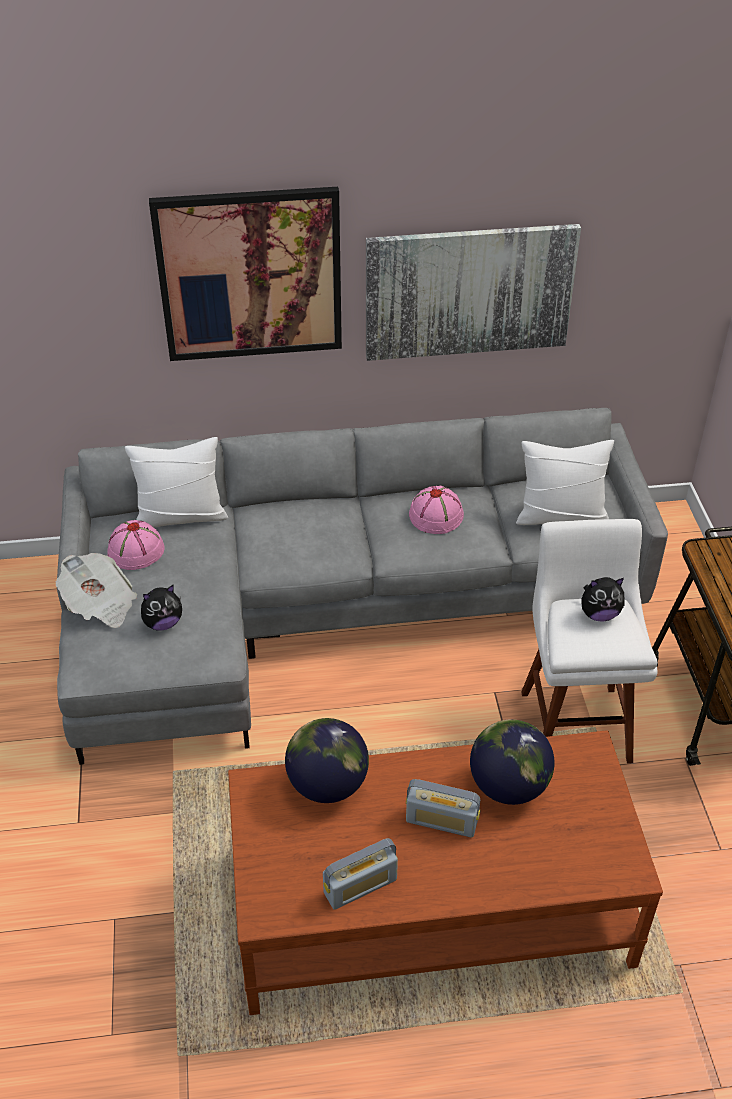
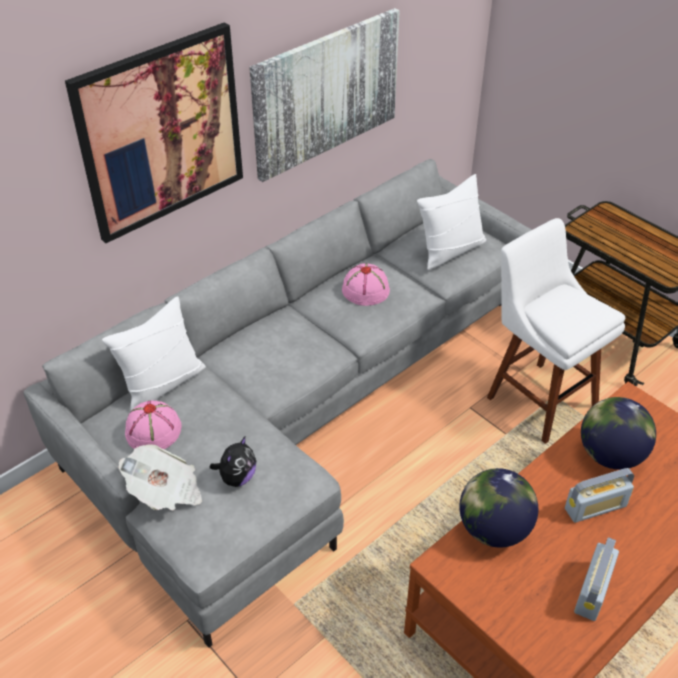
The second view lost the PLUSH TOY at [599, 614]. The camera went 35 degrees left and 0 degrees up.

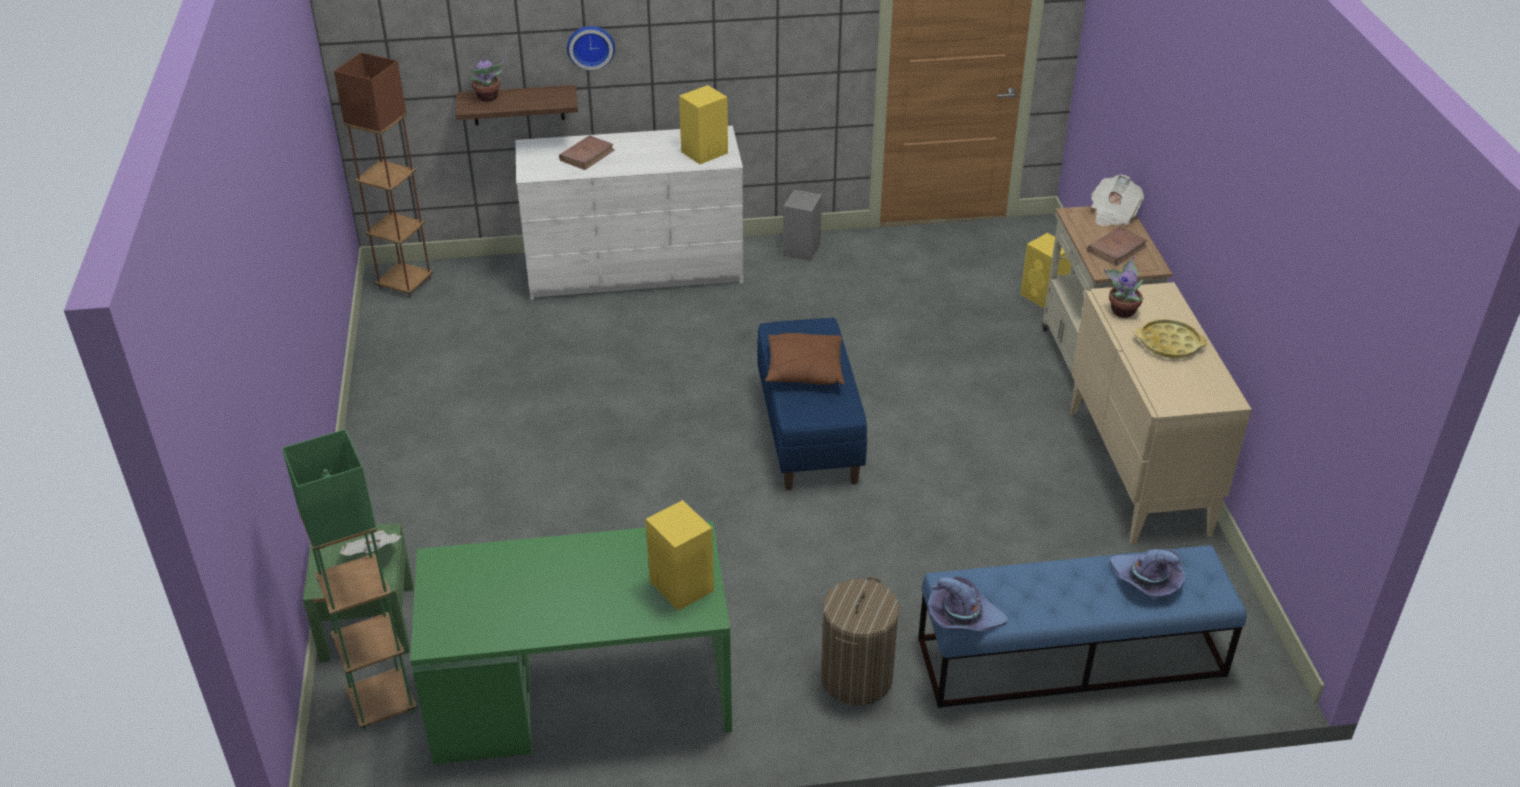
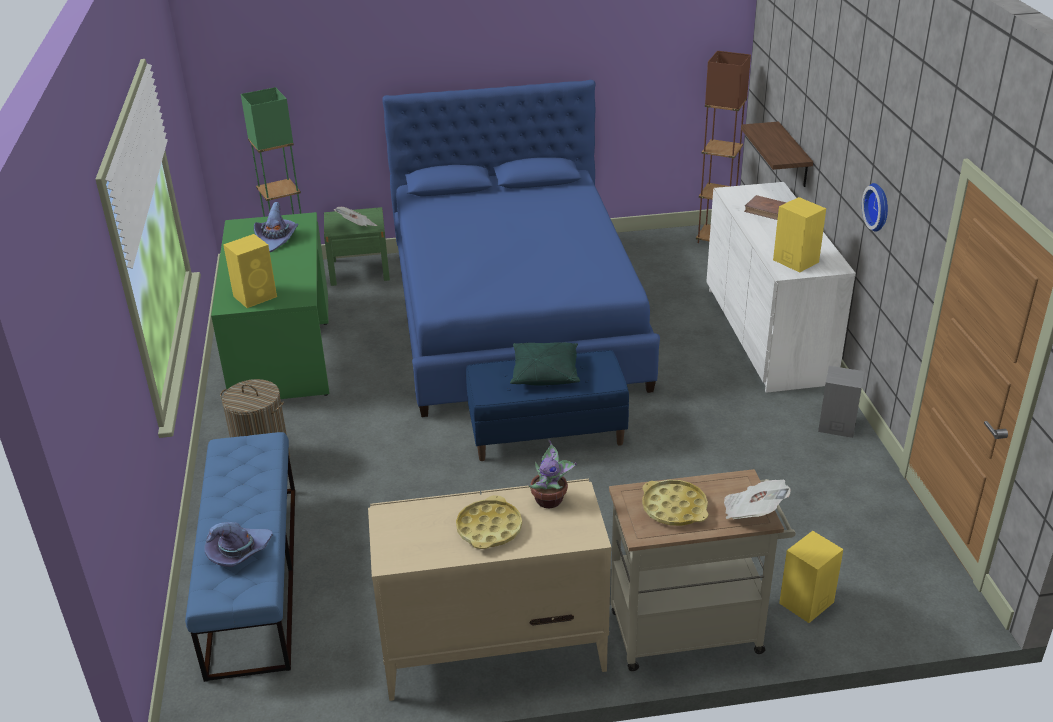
The PURPLE HAT ended up elsewhere, having gone from [962, 617] to [277, 239]. The second view gained the BLUE BED at [515, 316]. What was the BROWN PILLOW at [804, 370] turned into the GREEN PILLOW at [545, 373]. Where the BROWN BOOK stood at [1116, 249], the YELLOW TRAY came to stand at [674, 508]. The WALL CLOCK ended up elsewhere, having gone from [590, 46] to [879, 207]. The second view lost the POTTED PLANT at [488, 98]. The camera went 90 degrees right and 5 degrees down.

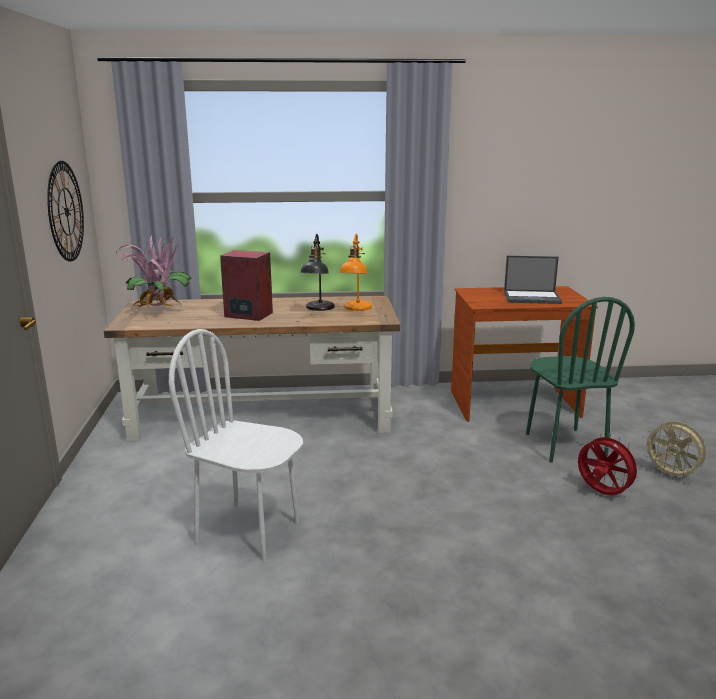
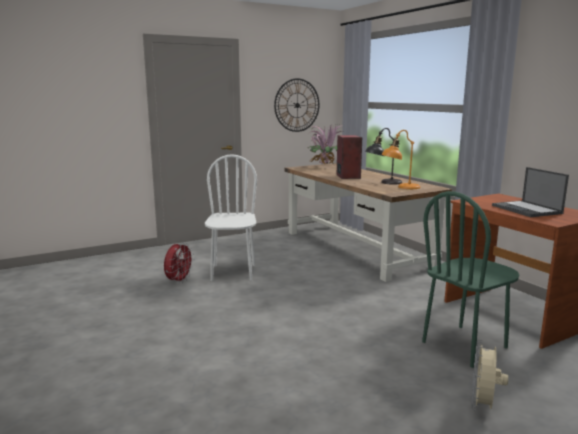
The RED FAN ended up elsewhere, having gone from [602, 494] to [179, 281]. The camera went 65 degrees right and 5 degrees down.

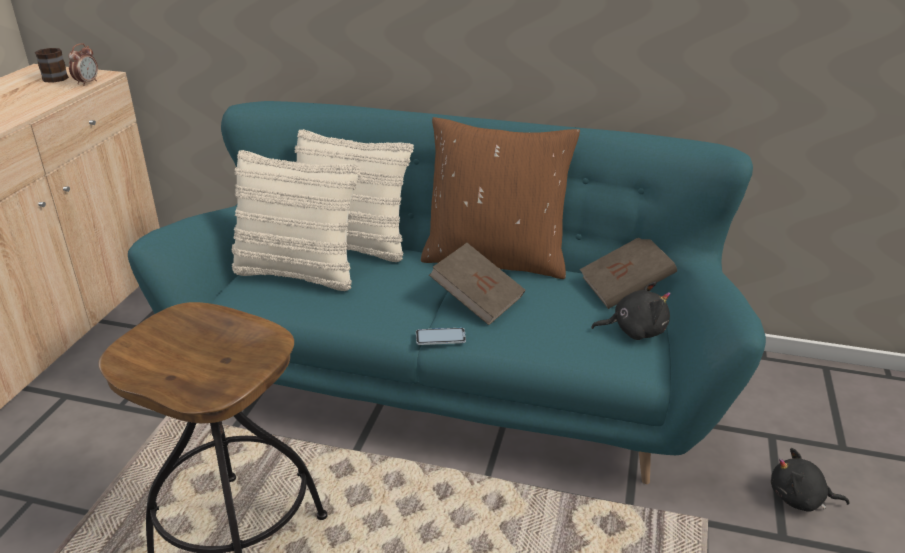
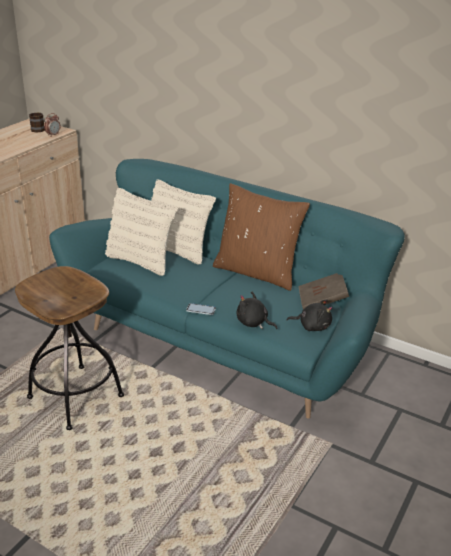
The BLACK PLUSH TOY ended up elsewhere, having gone from [800, 499] to [253, 323]. The second view lost the BROWN BOOK at [477, 300]. The camera went 15 degrees right and 0 degrees up.

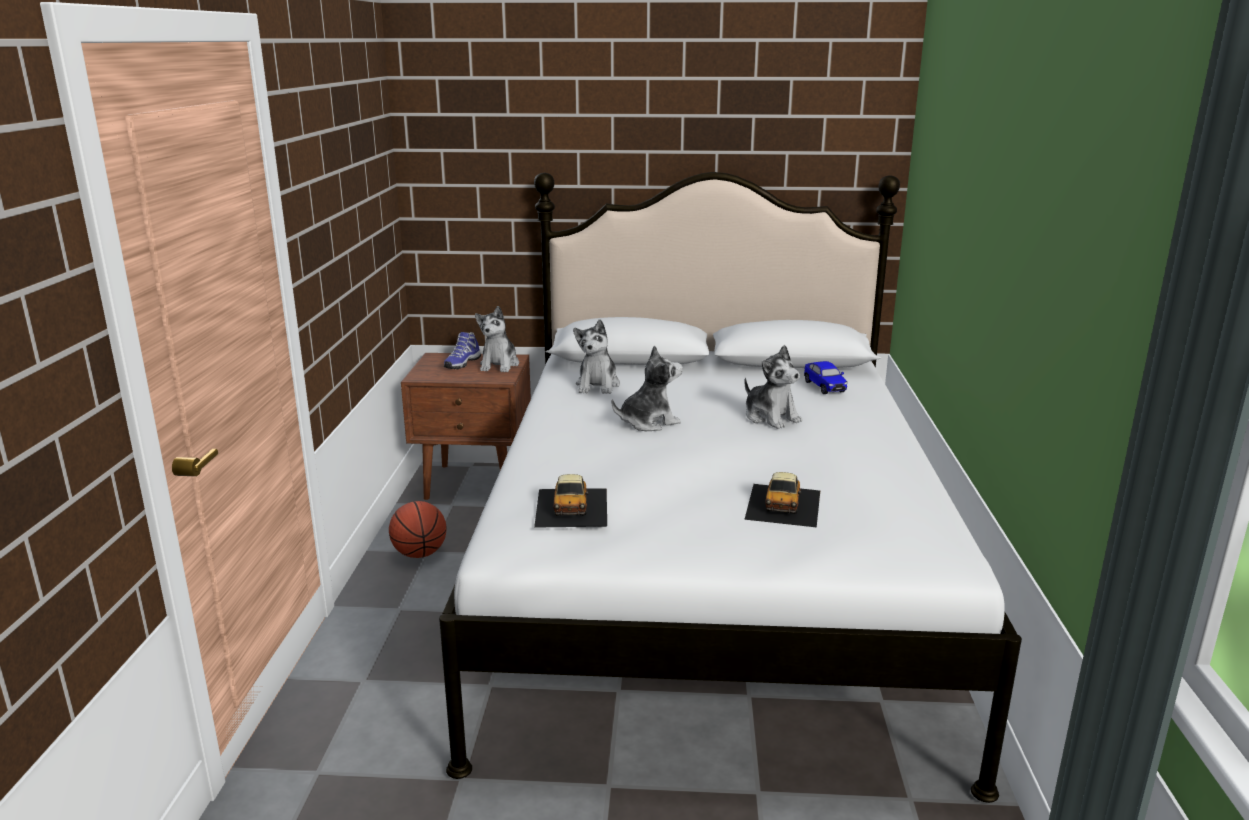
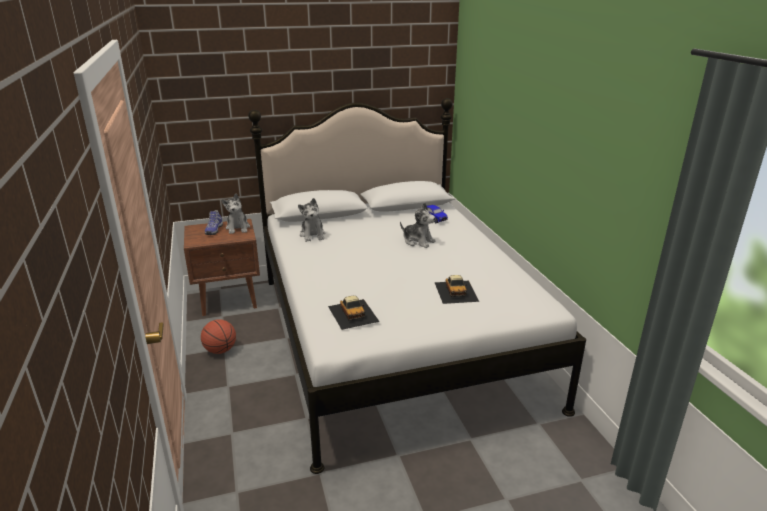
The second view lost the PLUSH TOY at [648, 422]. The camera went 20 degrees left and 5 degrees up.

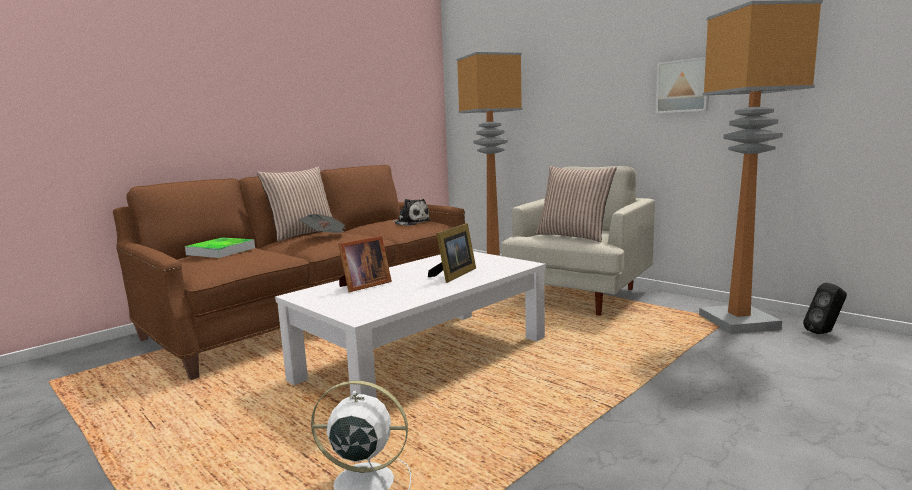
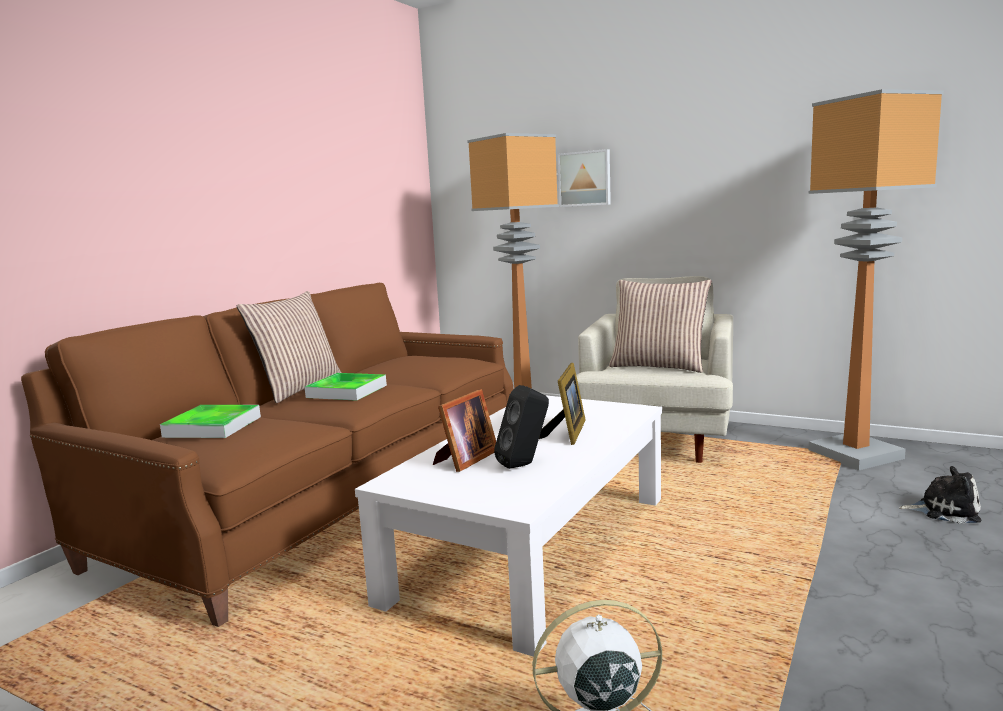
Where the NEWSPAPER stood at [325, 237], the TRAY came to stand at [347, 391]. The BLACK SPEAKER ended up elsewhere, having gone from [824, 333] to [525, 464]. The PICTURE ended up elsewhere, having gone from [683, 86] to [585, 178]. The PLUSH TOY ended up elsewhere, having gone from [411, 222] to [944, 510]. The camera went 15 degrees left and 0 degrees up.

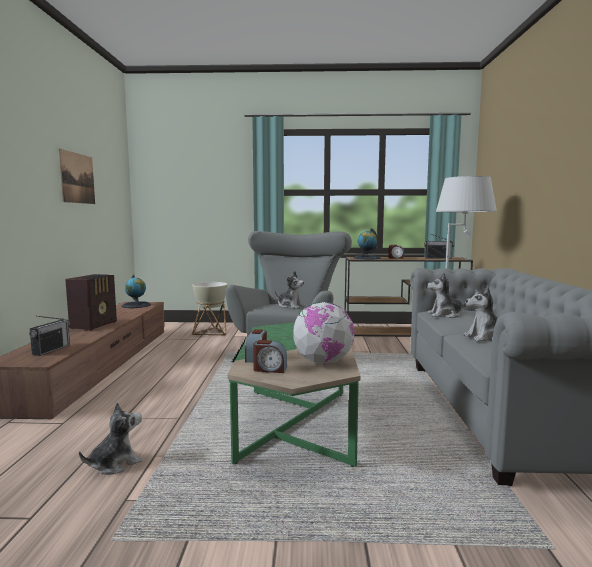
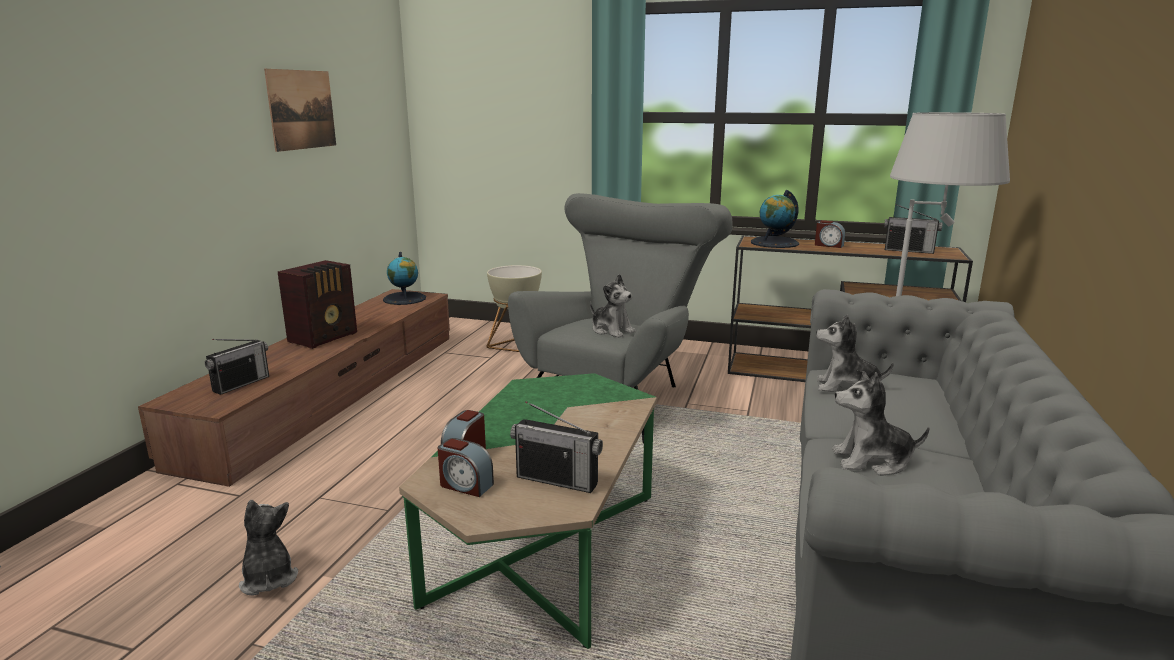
The PLUSH TOY at [115, 464] ended up facing another way, 90 degrees counterclockwise from before. Where the GLOBE stood at [323, 362], the RADIO came to stand at [557, 480]. The camera went 15 degrees right and 10 degrees up.

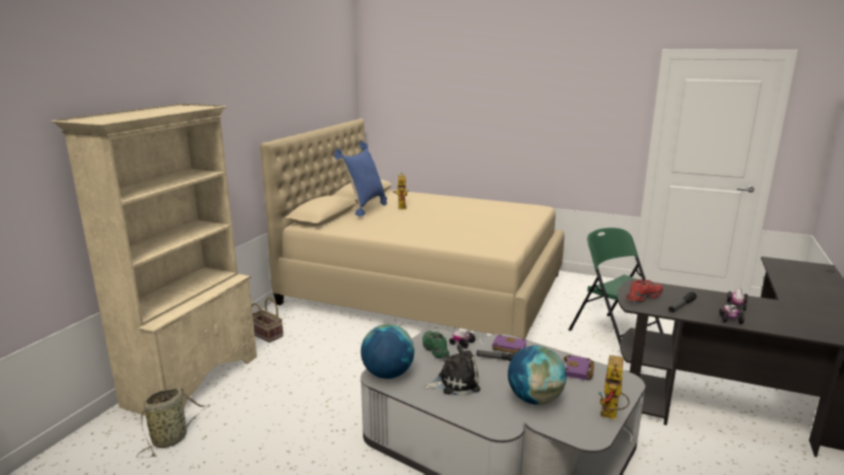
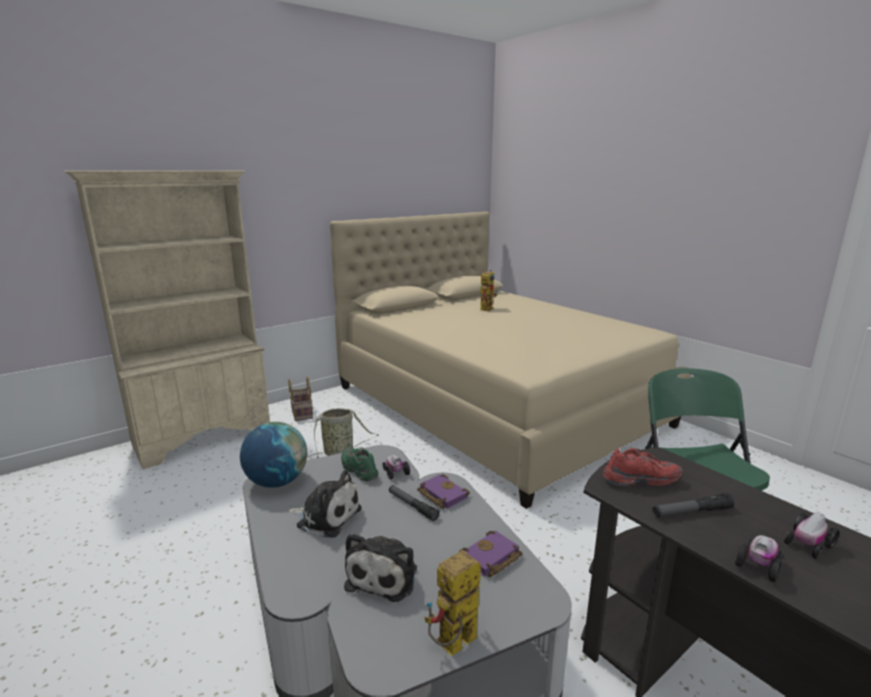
The BASKET ended up elsewhere, having gone from [172, 438] to [340, 452]. The GREEN SHOE at [435, 349] ended up facing another way, 45 degrees counterclockwise from before. Where the GLOBE stood at [535, 399], the PLUSH TOY came to stand at [384, 575]. The second view lost the BLUE PILLOW at [363, 211]. The camera went 30 degrees right and 0 degrees up.

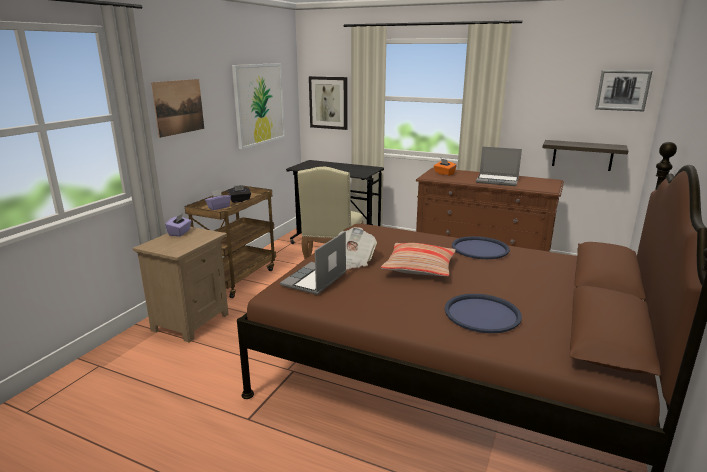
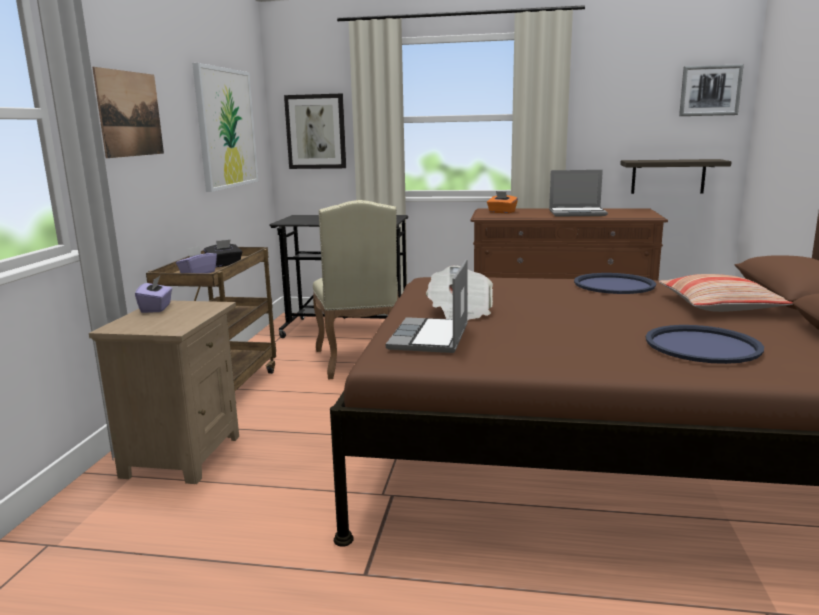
The PILLOW ended up elsewhere, having gone from [419, 267] to [720, 306]. The camera went 15 degrees left and 5 degrees down.

